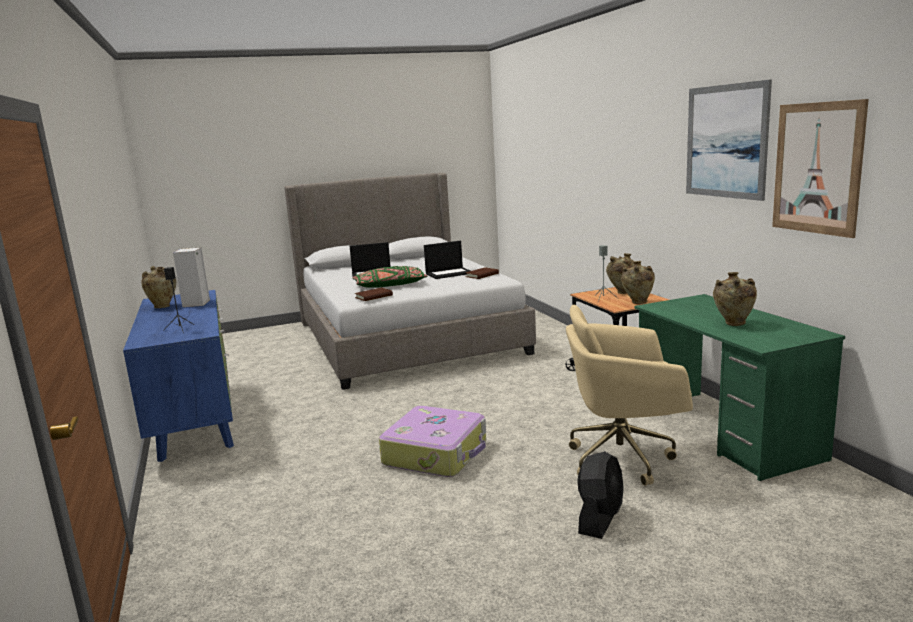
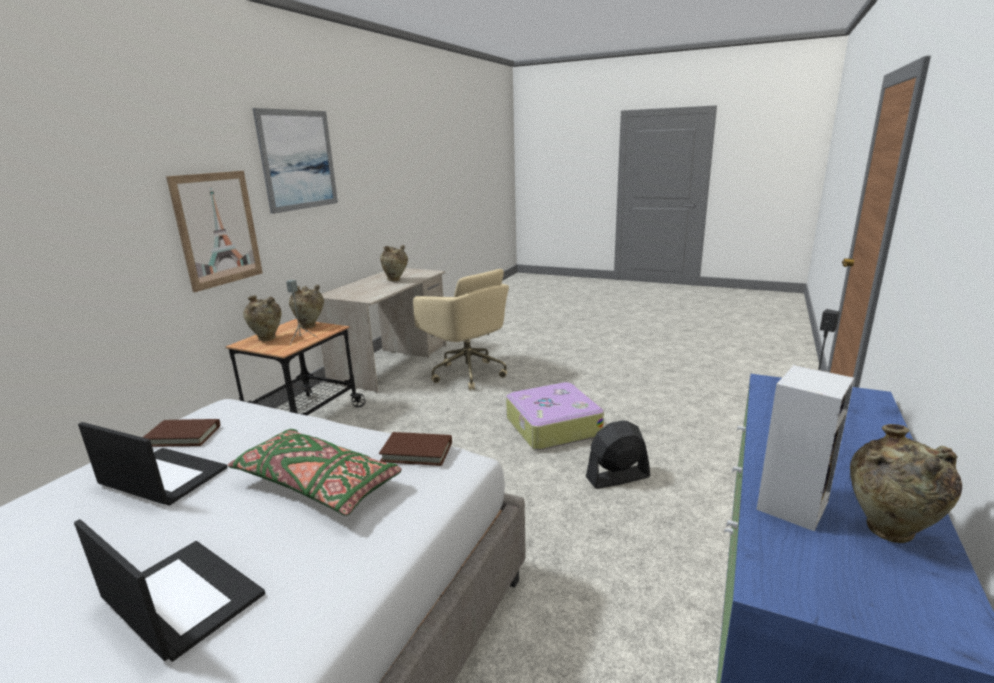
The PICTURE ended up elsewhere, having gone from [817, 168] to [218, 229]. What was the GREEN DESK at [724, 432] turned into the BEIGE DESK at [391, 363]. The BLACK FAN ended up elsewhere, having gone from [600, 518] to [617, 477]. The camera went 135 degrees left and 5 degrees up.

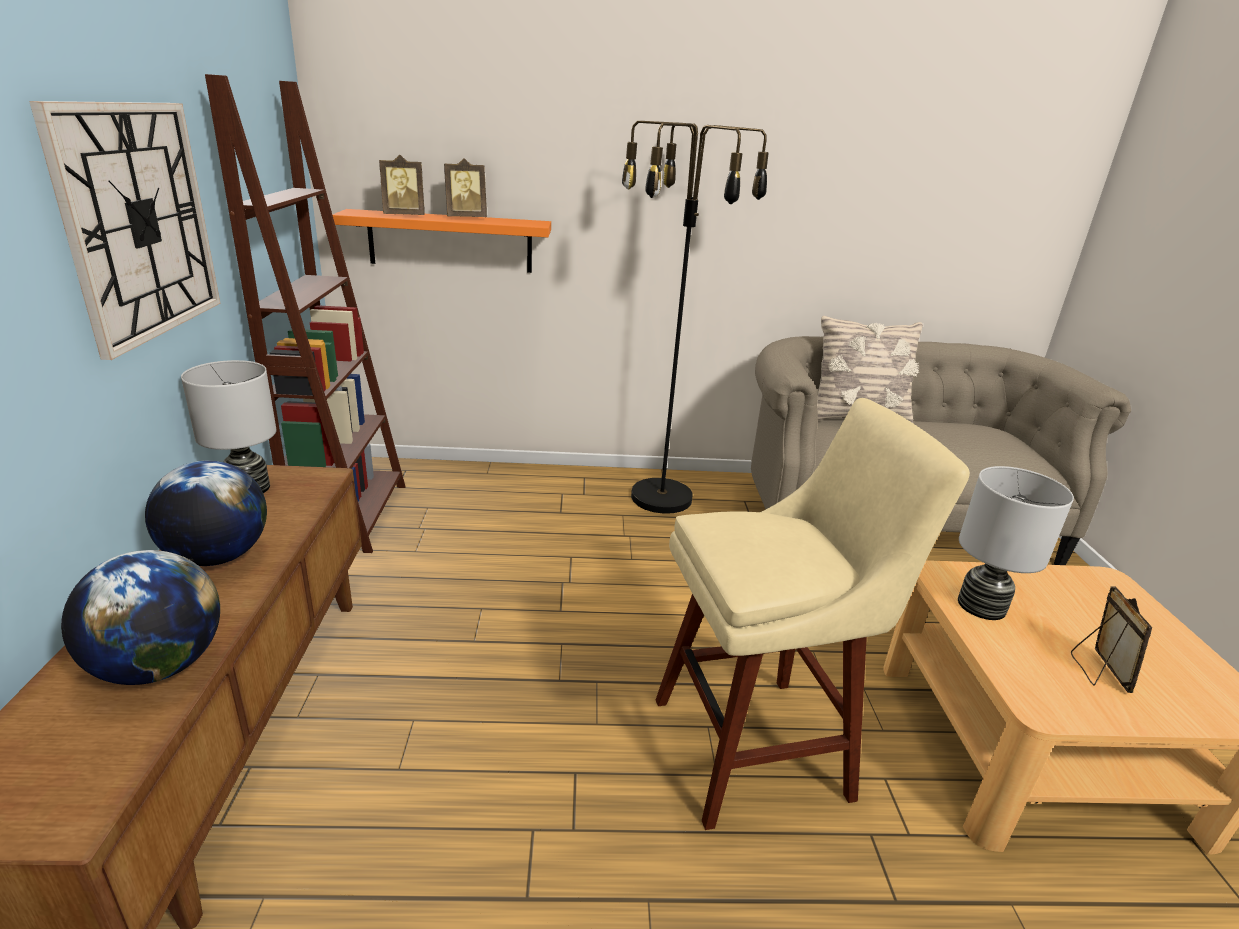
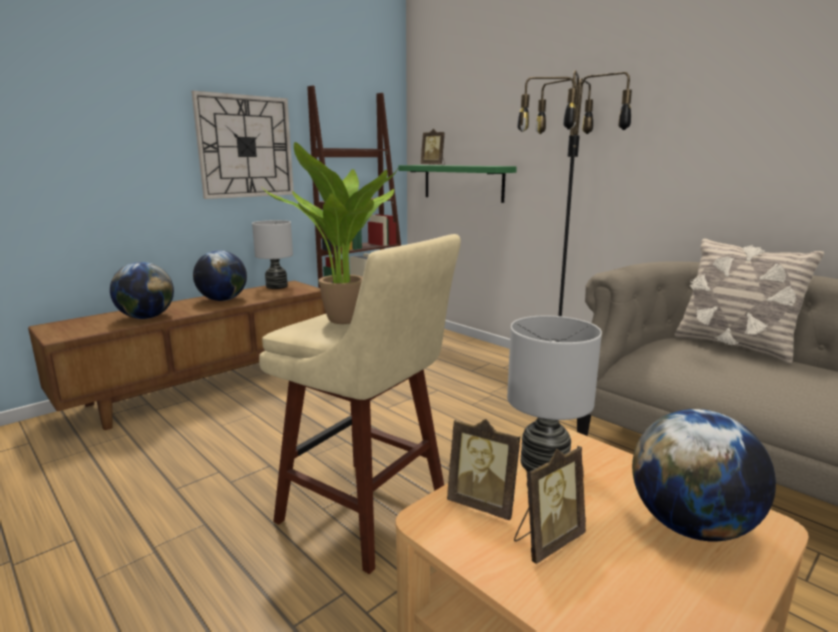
The second view gained the POTTED PLANT at [347, 322]. What was the ORANGE SHELF at [450, 241] turned into the GREEN SHELF at [463, 182]. The PICTURE FRAME ended up elsewhere, having gone from [466, 218] to [483, 504]. The second view gained the GLOBE at [691, 526]. The camera went 50 degrees right and 10 degrees down.

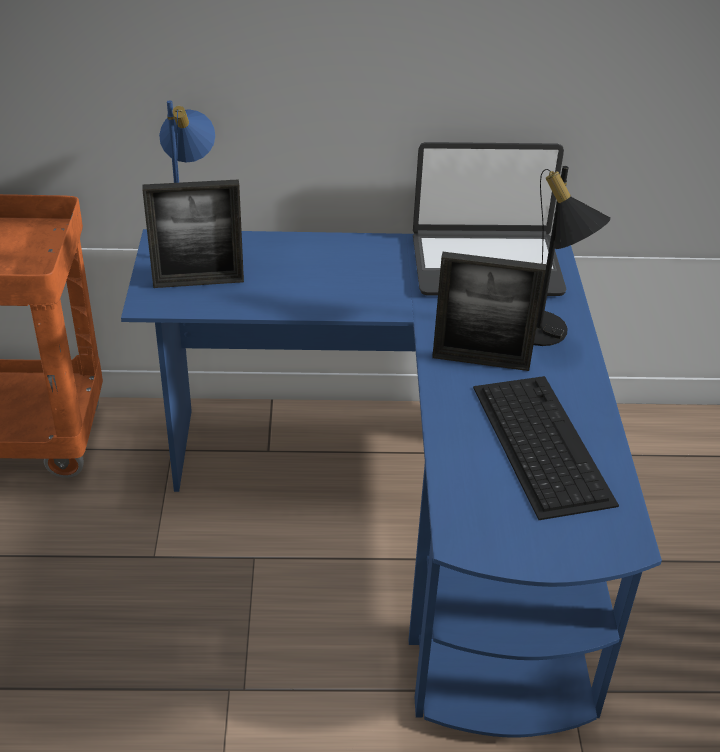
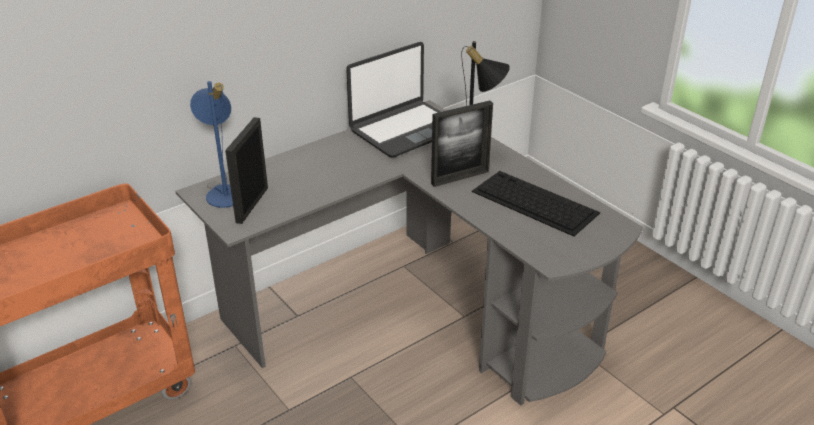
What was the BLUE DESK at [409, 515] turned into the GREY DESK at [415, 309]. The PICTURE FRAME at [198, 282] ended up facing another way, 150 degrees clockwise from before. The camera went 35 degrees left and 5 degrees down.

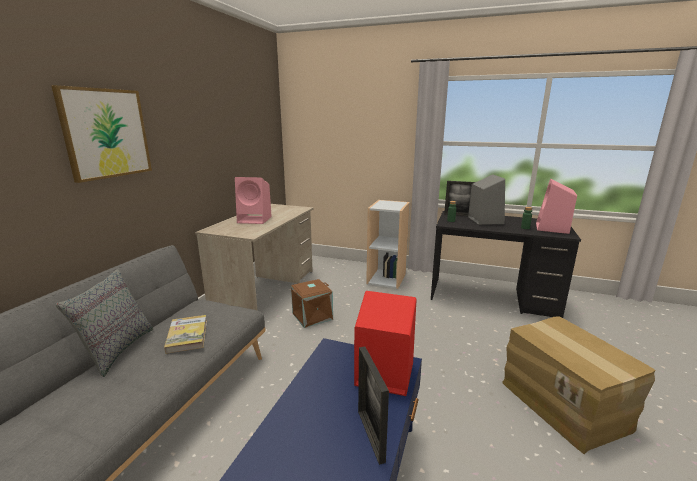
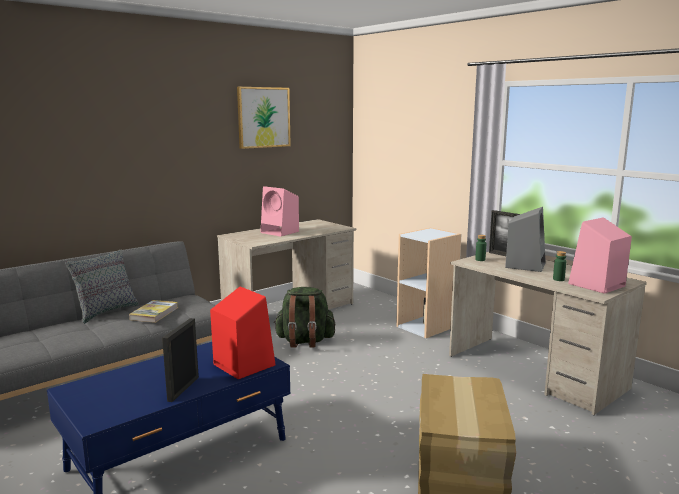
The PICTURE ended up elsewhere, having gone from [106, 133] to [263, 117]. Where the BROWN STORAGE BOX stood at [312, 317], the GREEN BACKPACK came to stand at [305, 341]. What was the BLACK DESK at [492, 297] turned into the BEIGE DESK at [534, 372]. The camera went 30 degrees right and 5 degrees down.

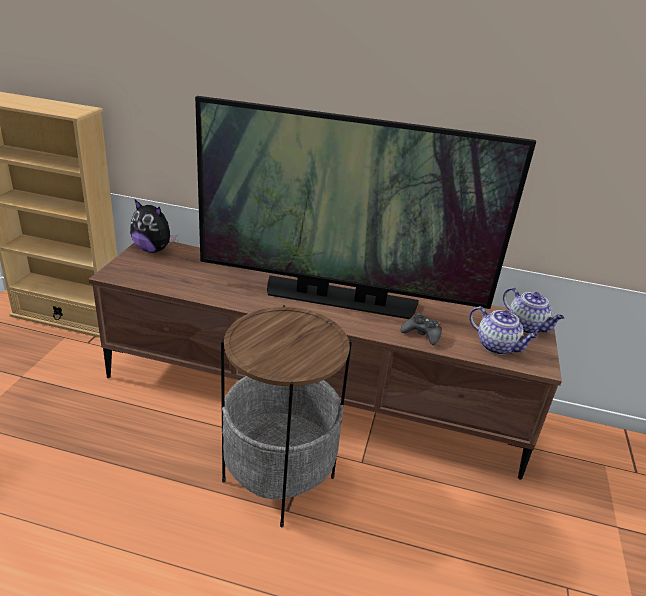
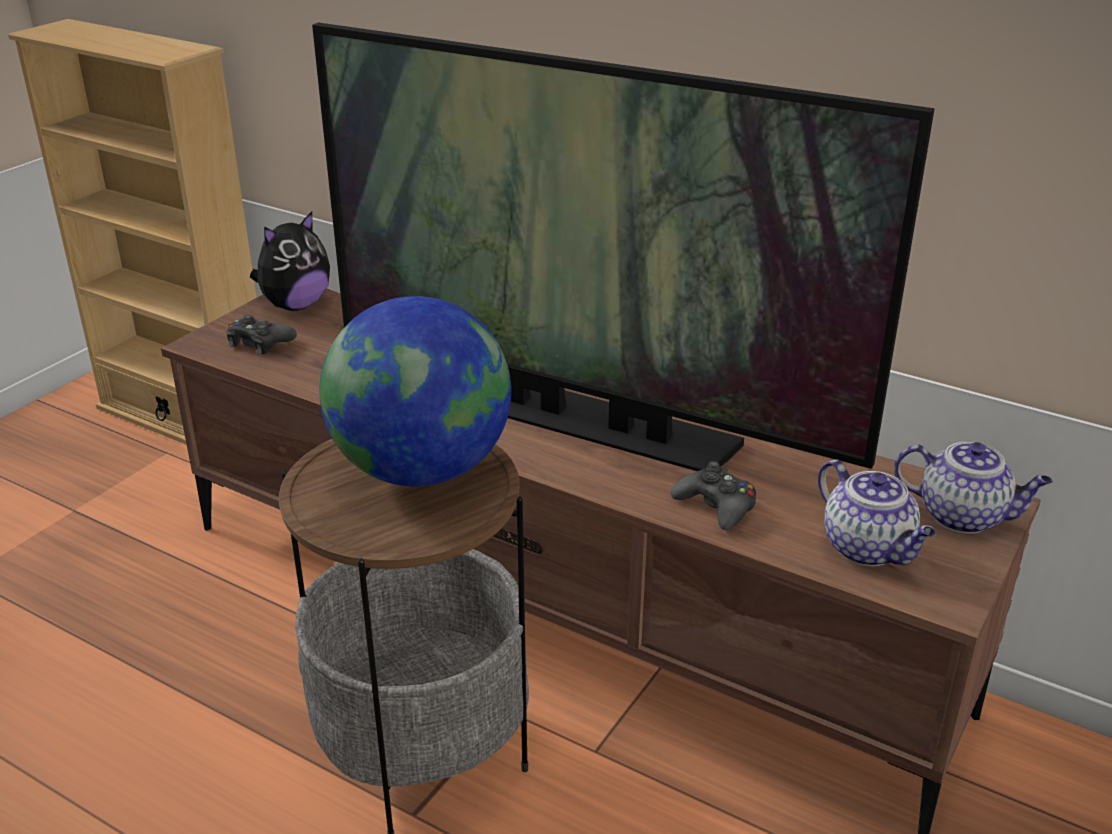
The second view gained the BLACK GAME CONTROLLER at [259, 342]. The PLUSH TOY at [153, 249] ended up facing another way, 90 degrees counterclockwise from before. The second view gained the GLOBE at [421, 470]. The TEAPOT at [527, 326] ended up facing another way, 45 degrees counterclockwise from before. The camera went 20 degrees right and 0 degrees up.

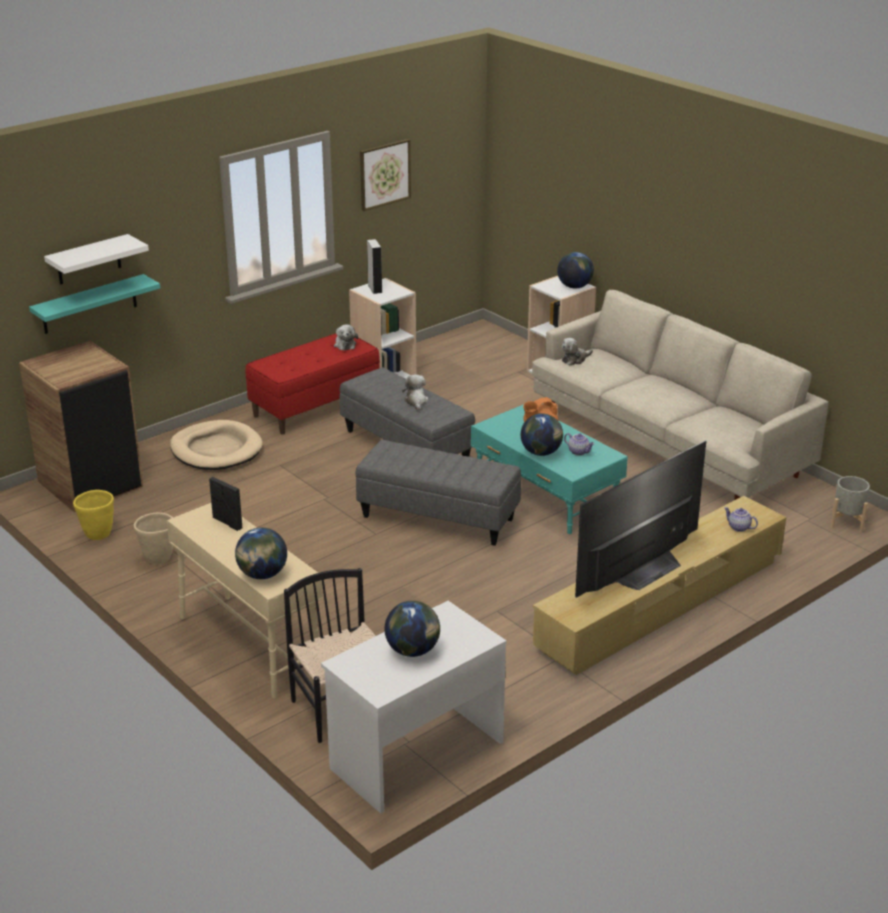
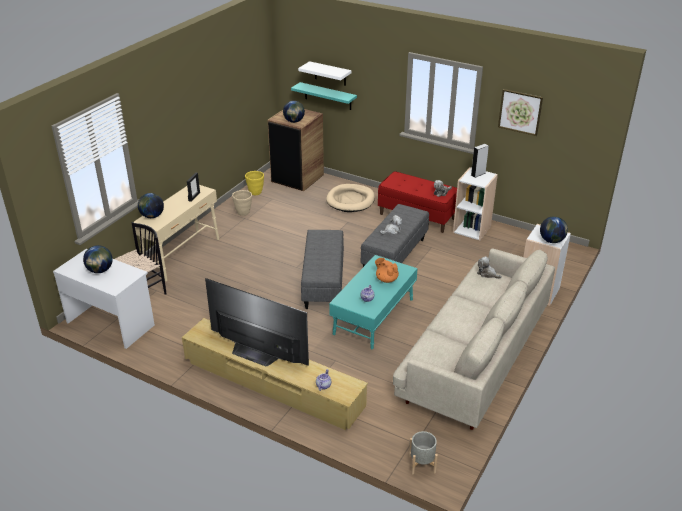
The GLOBE ended up elsewhere, having gone from [541, 453] to [294, 121]. The camera went 70 degrees right and 5 degrees up.

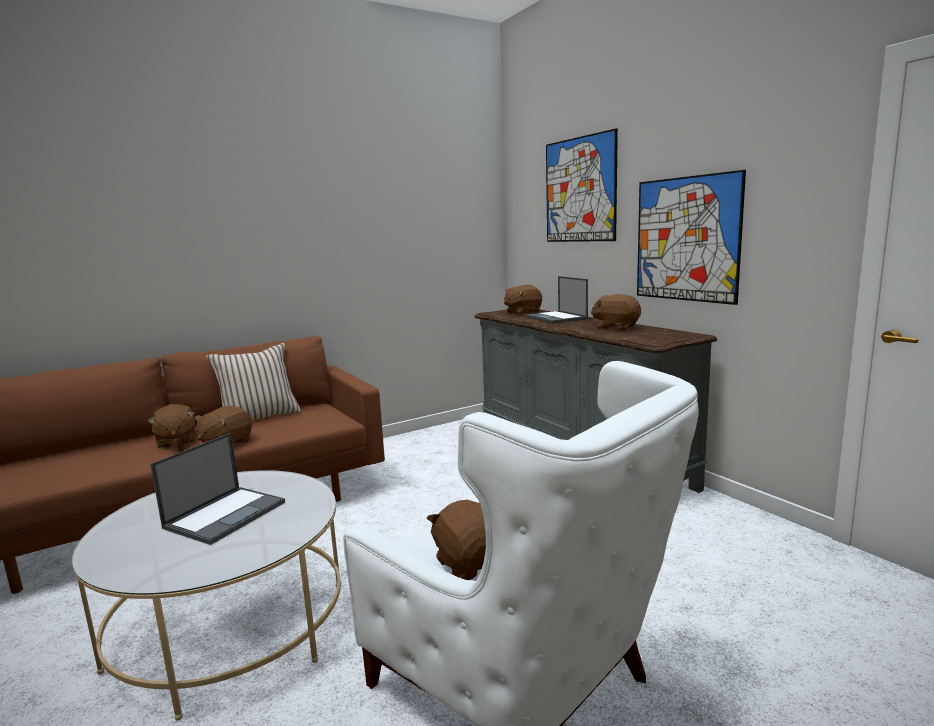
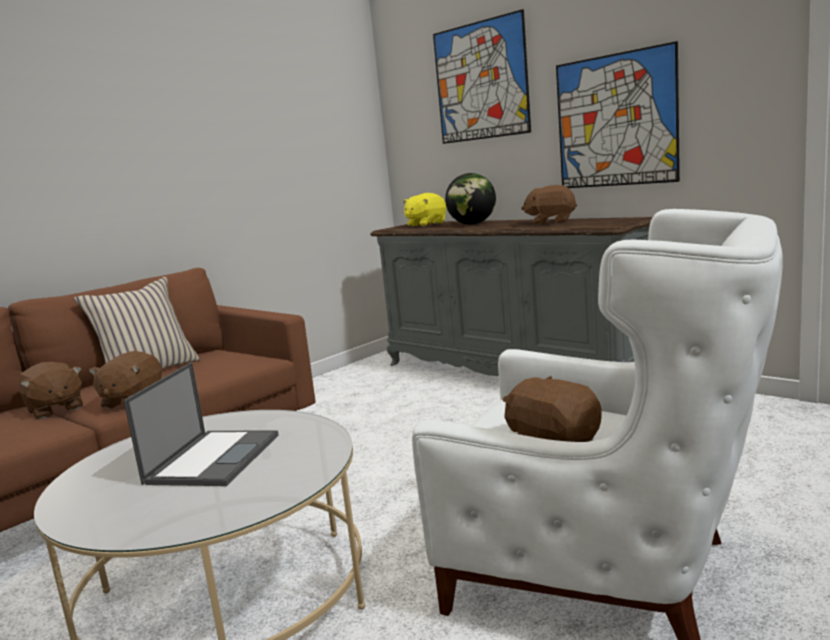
What was the BROWN PLUSH TOY at [522, 312] turned into the YELLOW PLUSH TOY at [425, 225]. Where the LAPTOP stood at [556, 318], the GLOBE came to stand at [472, 224]. The camera went 15 degrees left and 0 degrees up.

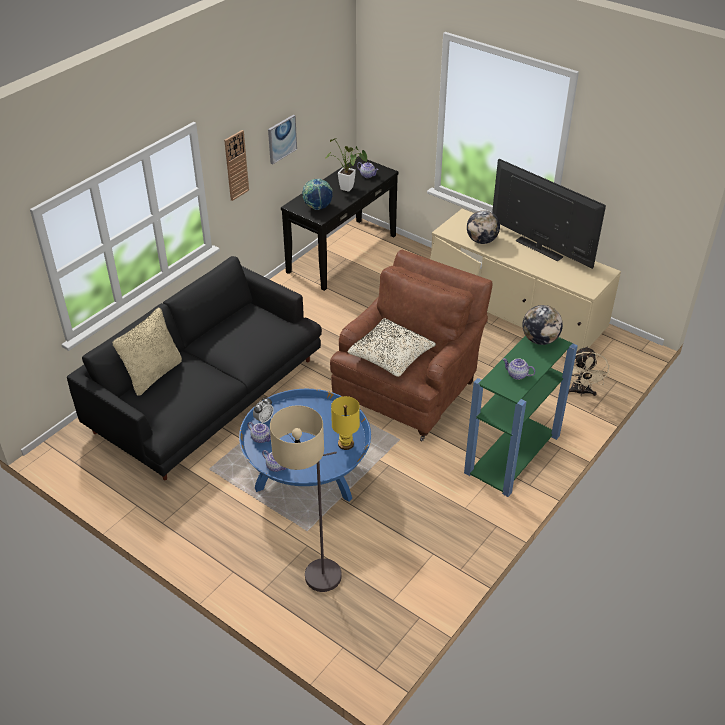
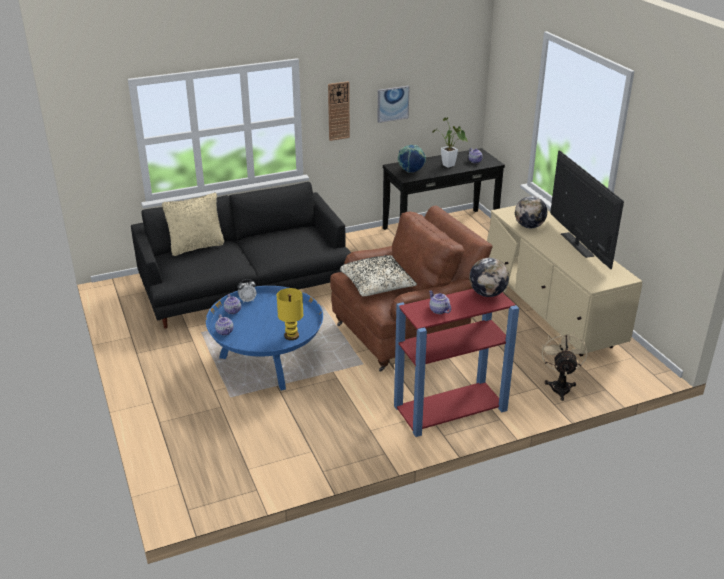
What was the GREEN BOOKCASE at [511, 454] turned into the RED BOOKCASE at [449, 408]. The BEIGE FAN at [580, 392] ended up facing another way, 150 degrees clockwise from before. The second view lost the BEIGE FLOOR LAMP at [312, 579]. The camera went 30 degrees right and 10 degrees down.

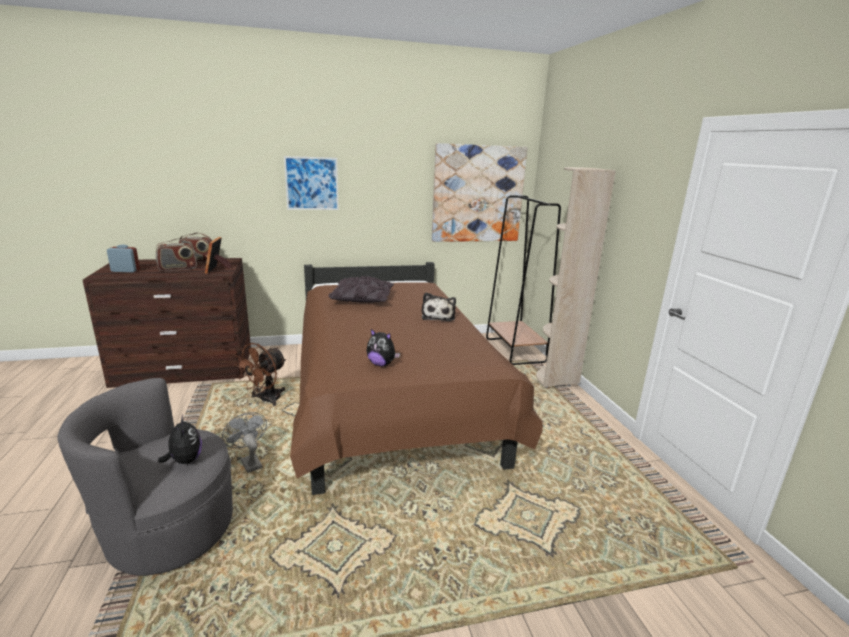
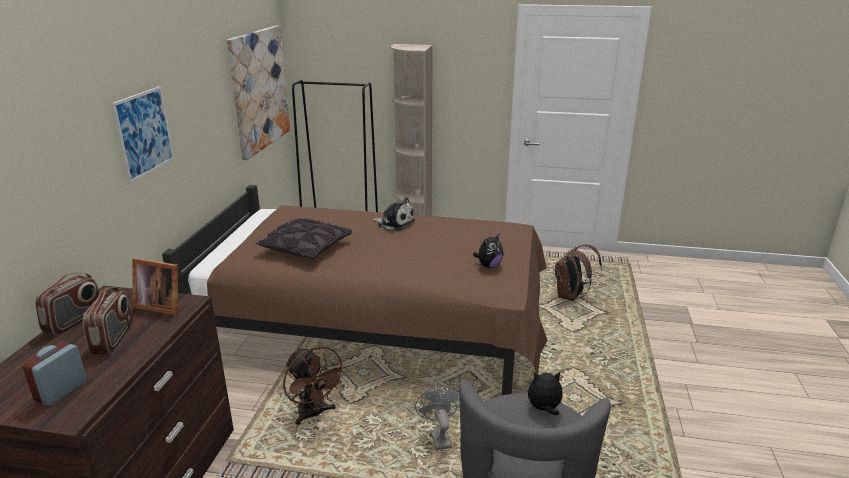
The GREY FAN at [249, 462] ended up facing another way, 90 degrees clockwise from before. The second view gained the BROWN BACKPACK at [571, 297]. The camera went 65 degrees left and 5 degrees up.

